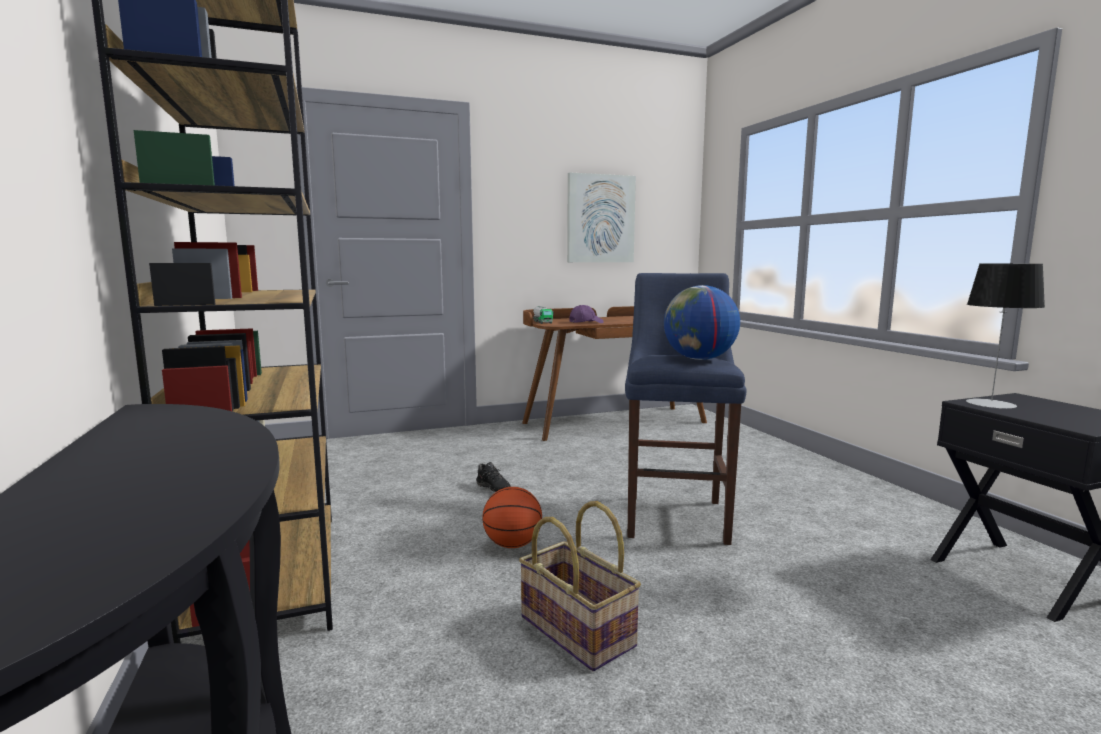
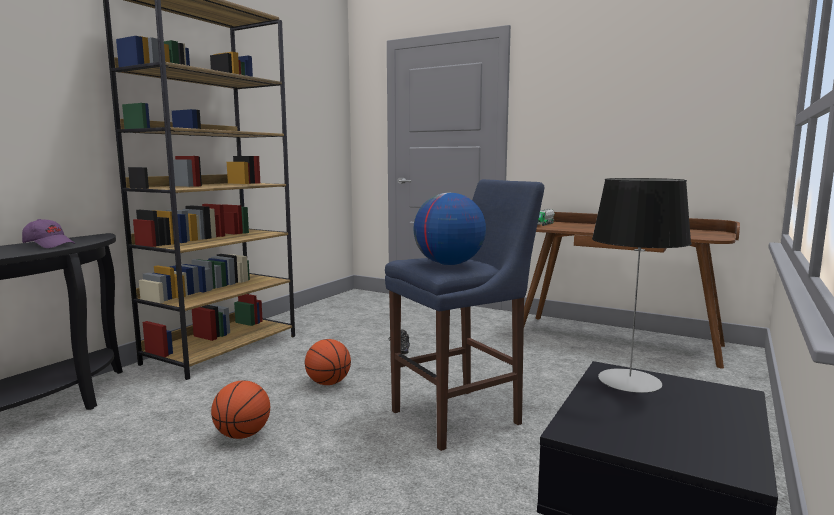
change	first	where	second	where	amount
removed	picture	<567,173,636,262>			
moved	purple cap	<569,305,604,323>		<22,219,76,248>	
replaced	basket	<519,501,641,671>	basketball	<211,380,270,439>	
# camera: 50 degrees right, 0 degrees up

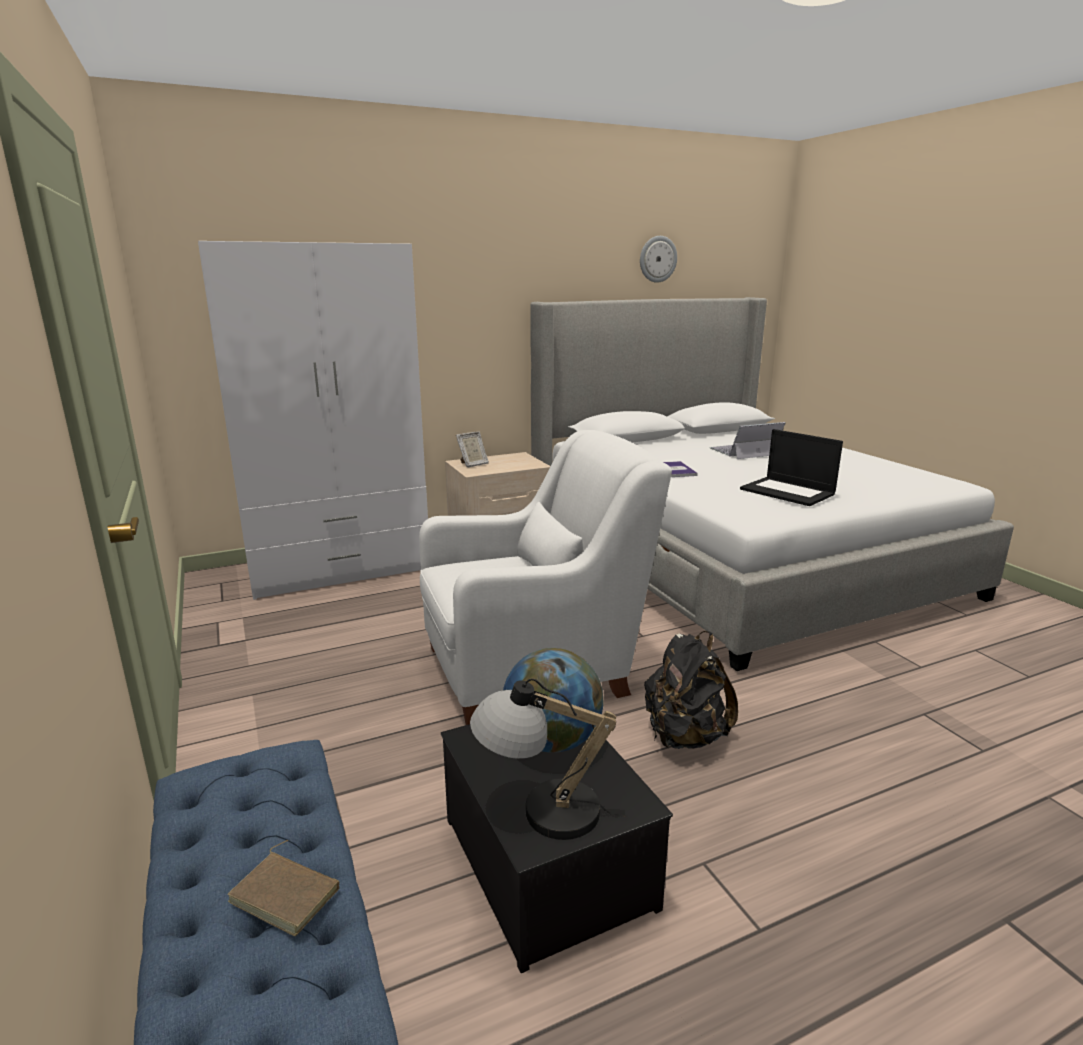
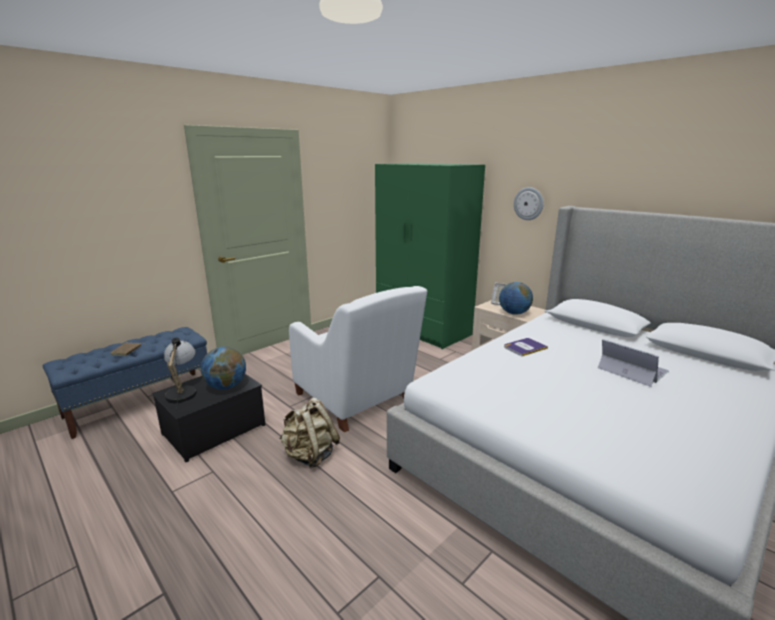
change	first	where	second	where	amount
removed	laptop	<740,429,843,506>			
added			globe	<499,282,533,315>	
moved	wall clock	<640,236,677,283>		<514,187,544,220>	
recoloured	white wardrobe	<198,241,428,600>	green wardrobe	<375,163,485,349>	
recoloured	black backpack	<644,631,738,749>	beige backpack	<279,397,340,469>	
# camera: 70 degrees right, 0 degrees up

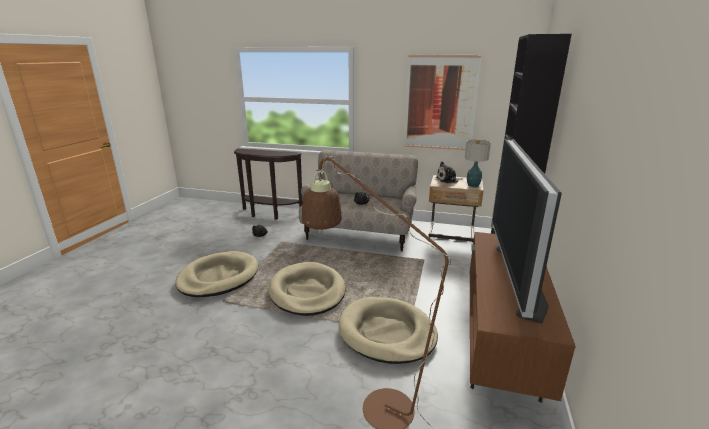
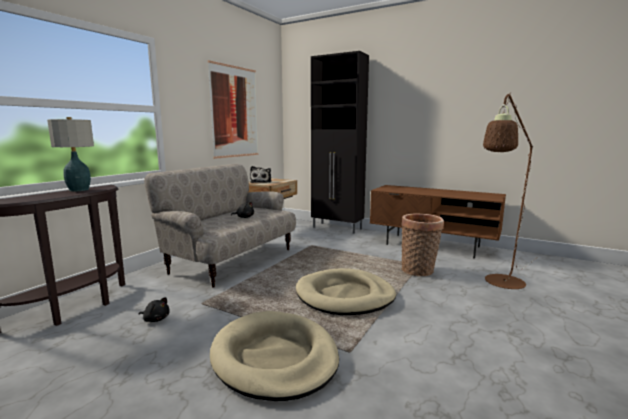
change	first	where	second	where	amount
removed	television	<492,139,562,323>			
moved	table lamp	<465,139,491,187>		<47,117,94,192>	
replaced	beige dog bed	<338,297,438,364>	basket	<401,214,444,276>	
# camera: 75 degrees left, 10 degrees down

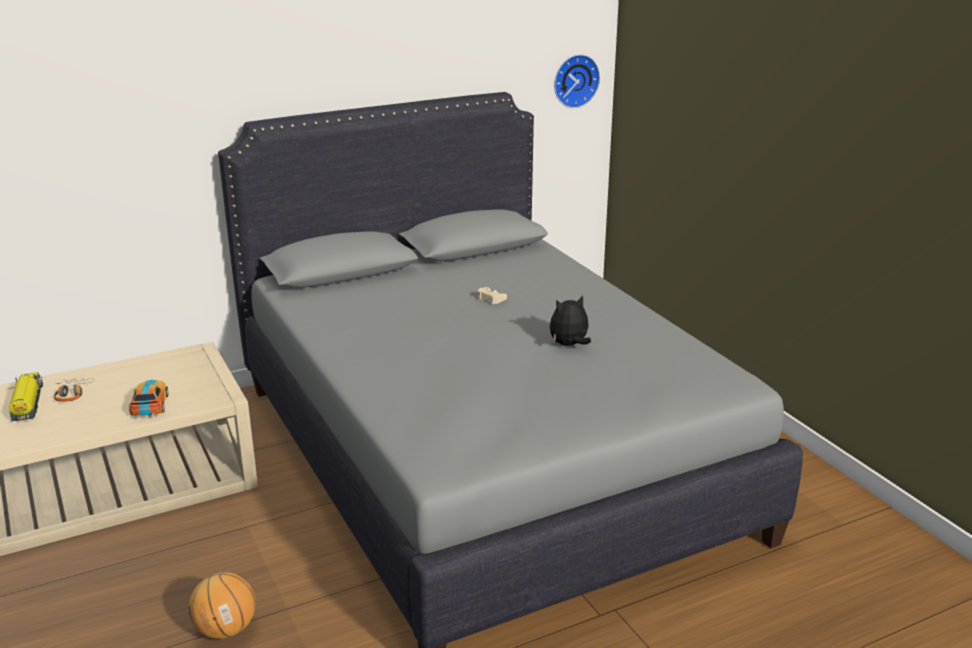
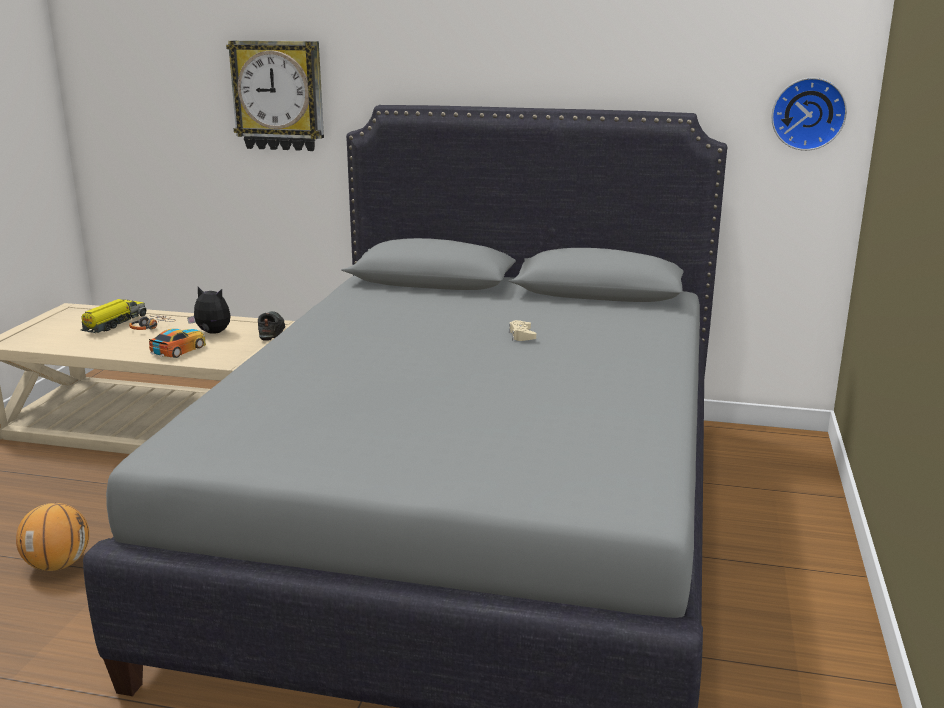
change	first	where	second	where	amount
added			wall clock	<226,40,324,151>	
added			black shoe	<258,311,285,341>	
moved	plush toy	<550,295,591,346>		<187,287,231,334>	
# camera: 40 degrees right, 5 degrees down

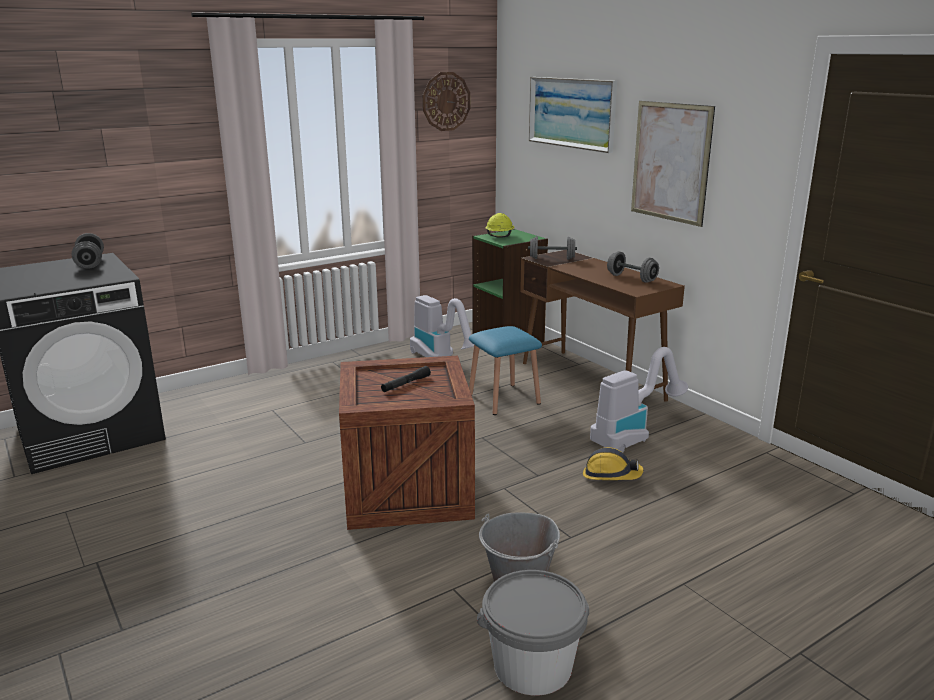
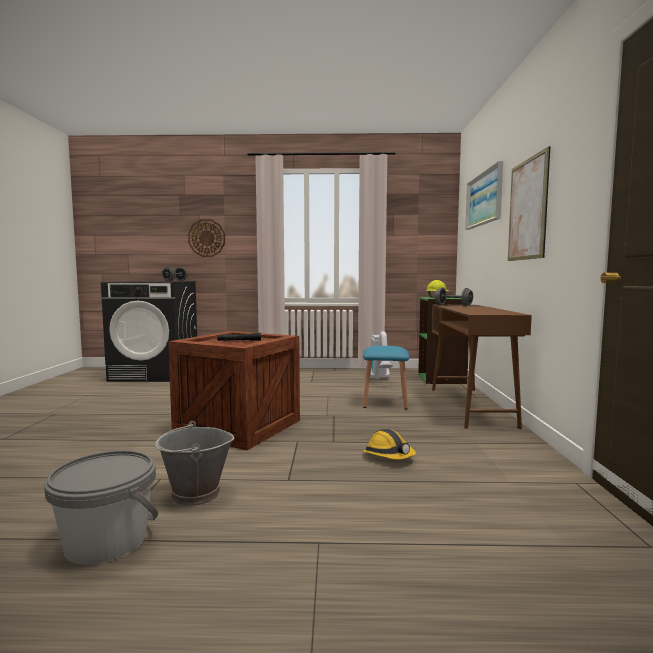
change	first	where	second	where	amount
removed	vacuum cleaner	<590,347,688,452>			
removed	grey dumbbell	<607,252,659,283>			
moved	wall clock	<423,72,470,131>		<188,219,225,257>	
# camera: 35 degrees right, 15 degrees down

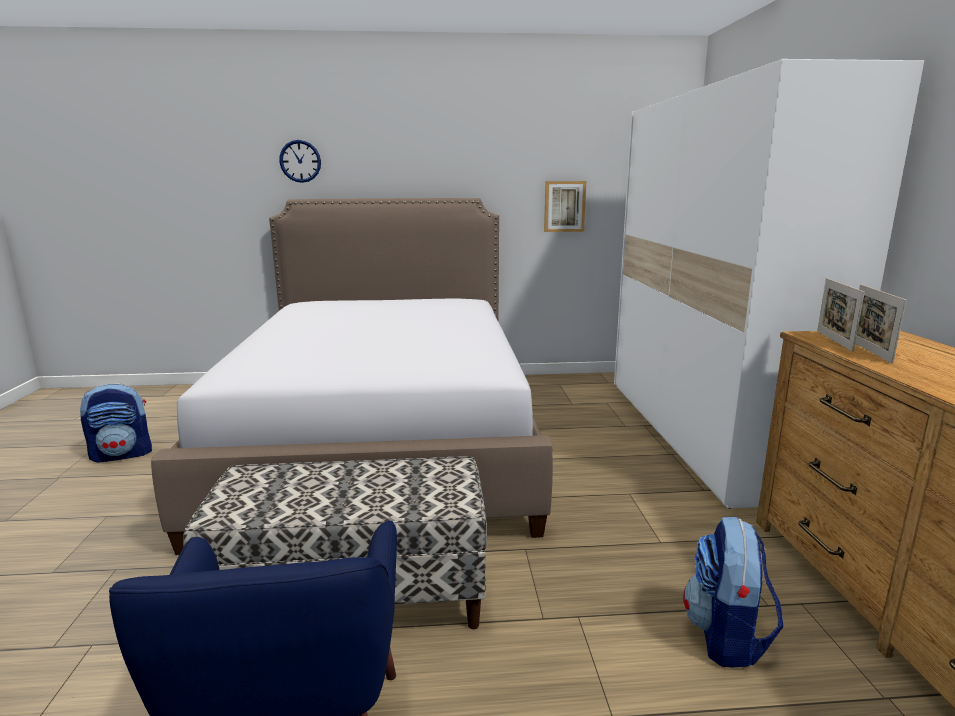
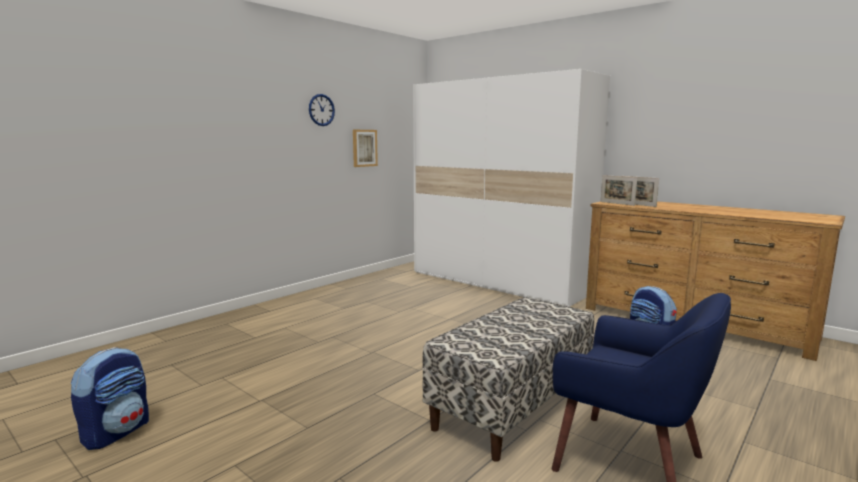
change	first	where	second	where	amount
removed	bed	<151,198,553,555>			
moved	wall clock	<279,140,321,183>		<309,94,335,126>	
# camera: 45 degrees left, 5 degrees down

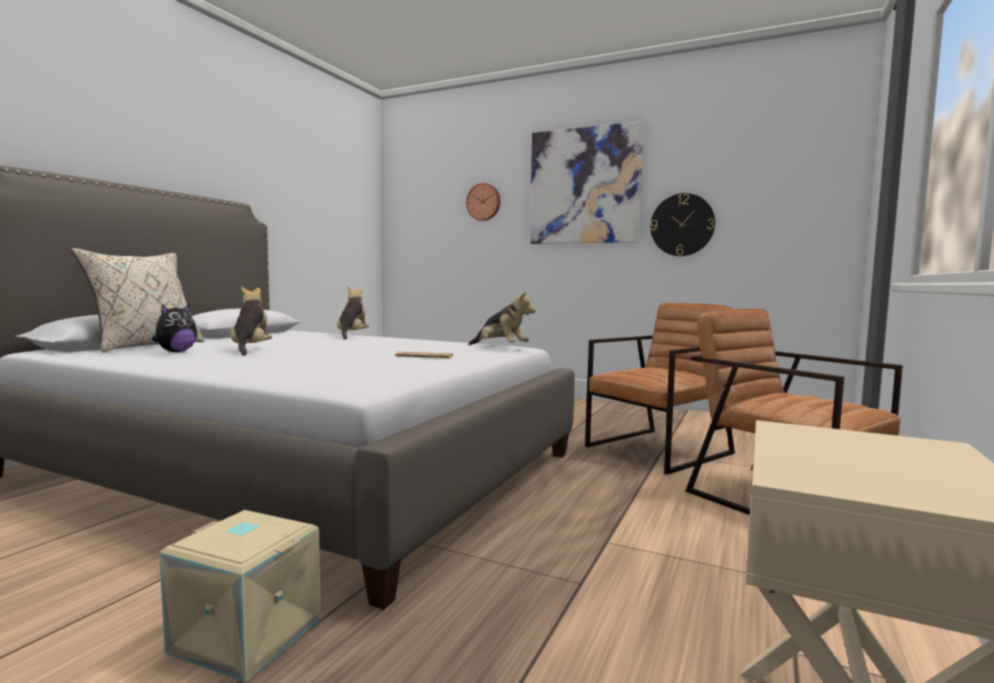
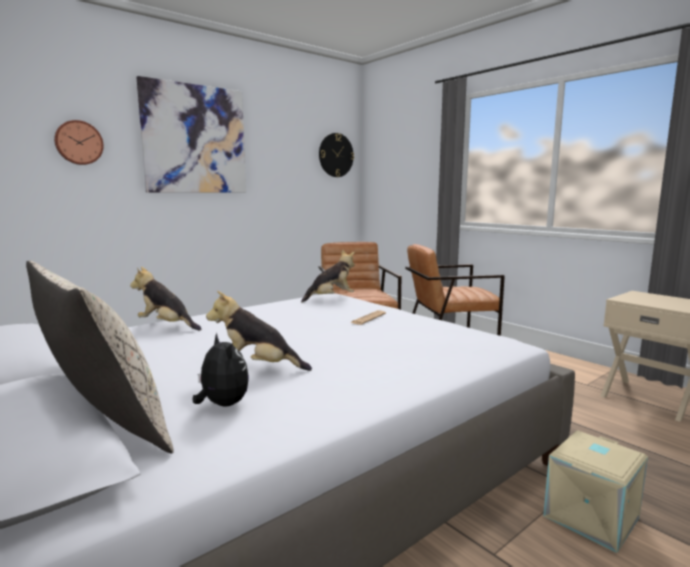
change	first	where	second	where	amount
moved	wall clock	<650,193,715,256>		<319,133,354,177>	
# camera: 65 degrees left, 5 degrees up

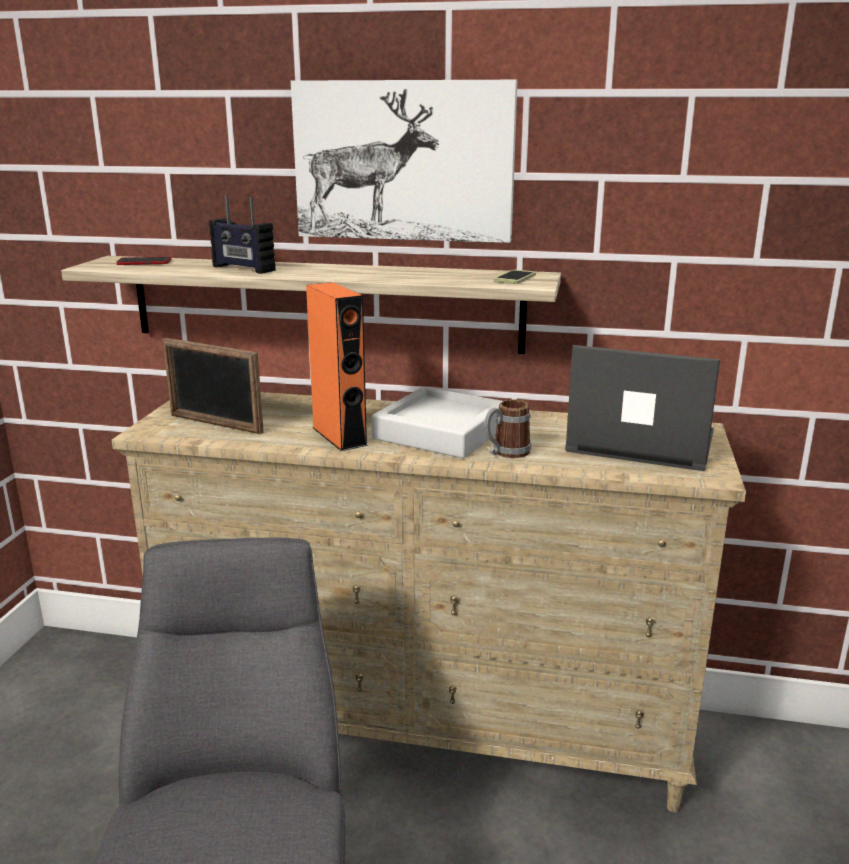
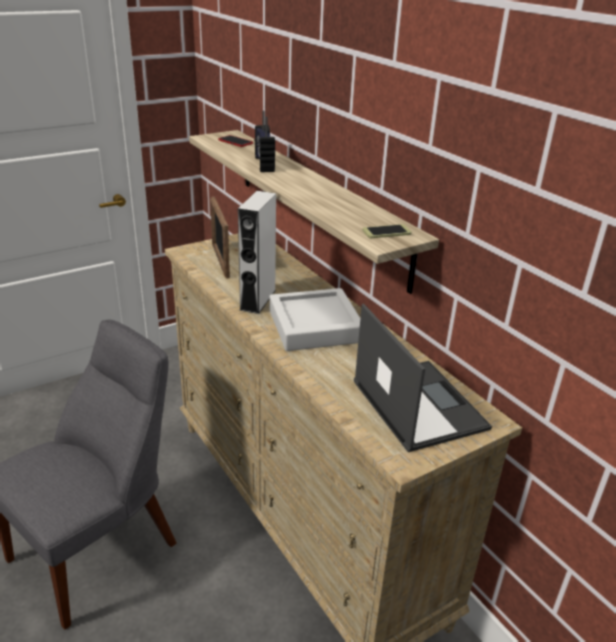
change	first	where	second	where	amount
removed	picture	<291,80,518,243>			
removed	mug	<484,399,531,458>			
recoloured	orange speaker	<306,282,368,451>	grey speaker	<238,191,276,314>	
# camera: 45 degrees right, 10 degrees up

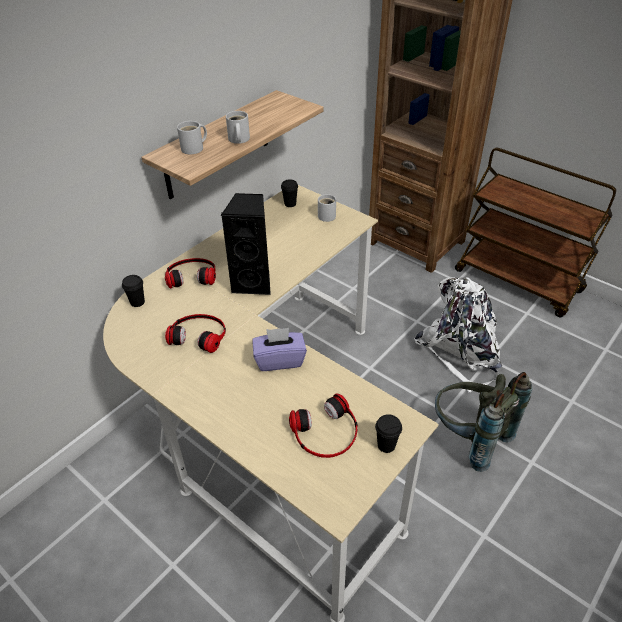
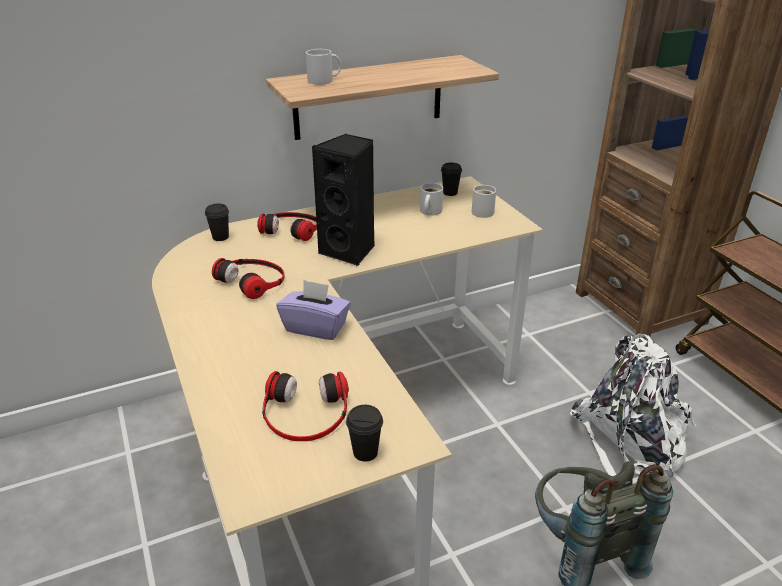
change	first	where	second	where	amount
moved	white mug	<226,111,250,144>		<420,183,443,216>	
# camera: 25 degrees right, 10 degrees down

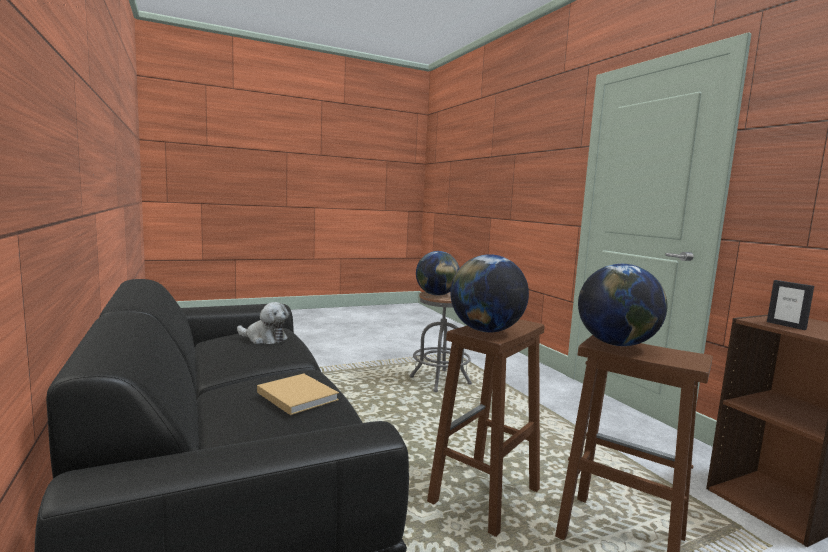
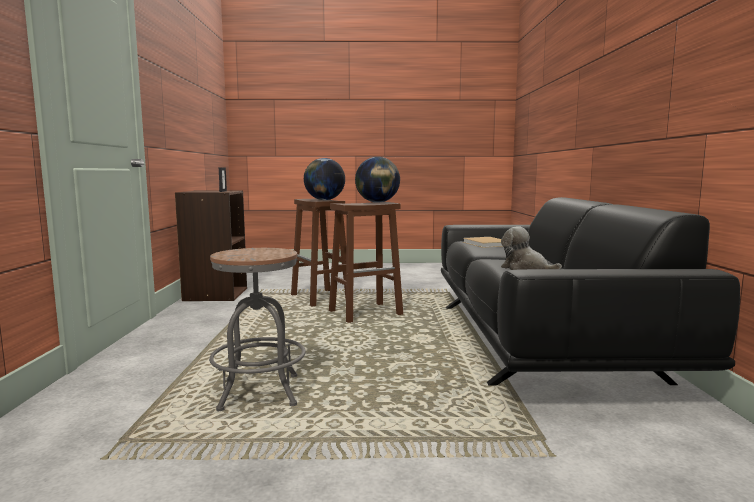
change	first	where	second	where	amount
removed	globe	<416,251,460,296>			
# camera: 155 degrees left, 0 degrees up

